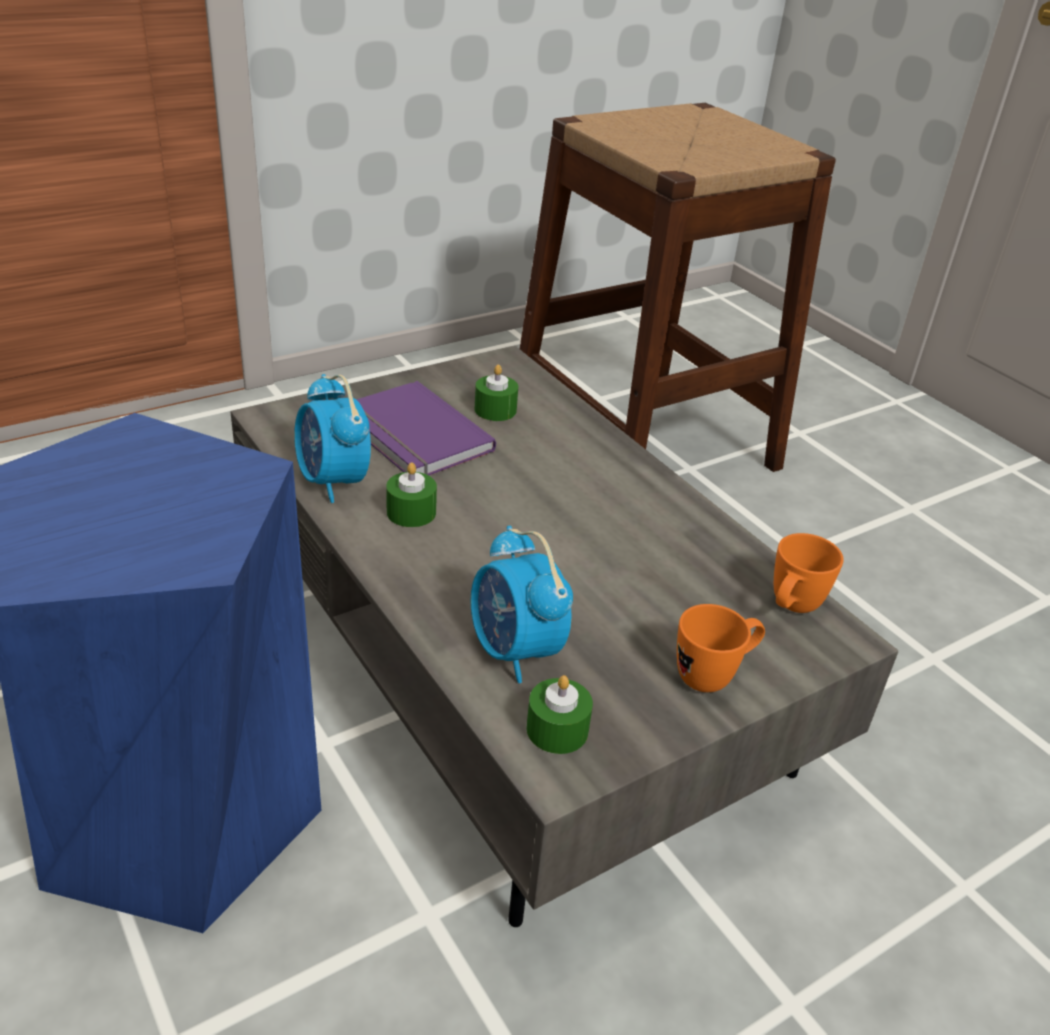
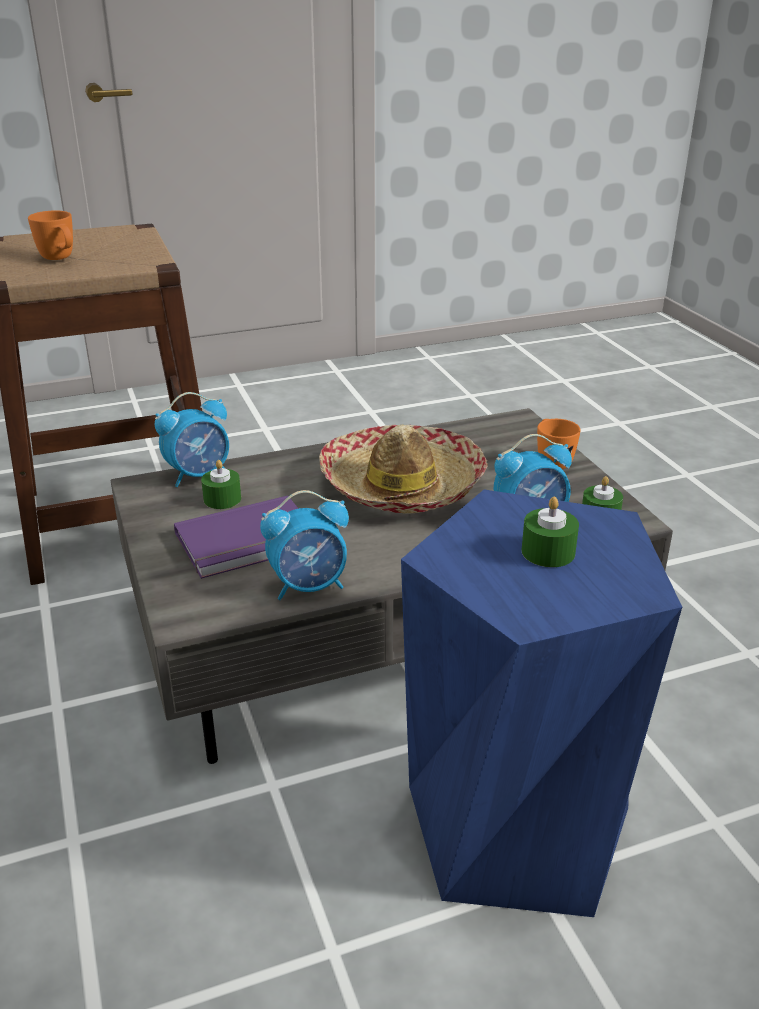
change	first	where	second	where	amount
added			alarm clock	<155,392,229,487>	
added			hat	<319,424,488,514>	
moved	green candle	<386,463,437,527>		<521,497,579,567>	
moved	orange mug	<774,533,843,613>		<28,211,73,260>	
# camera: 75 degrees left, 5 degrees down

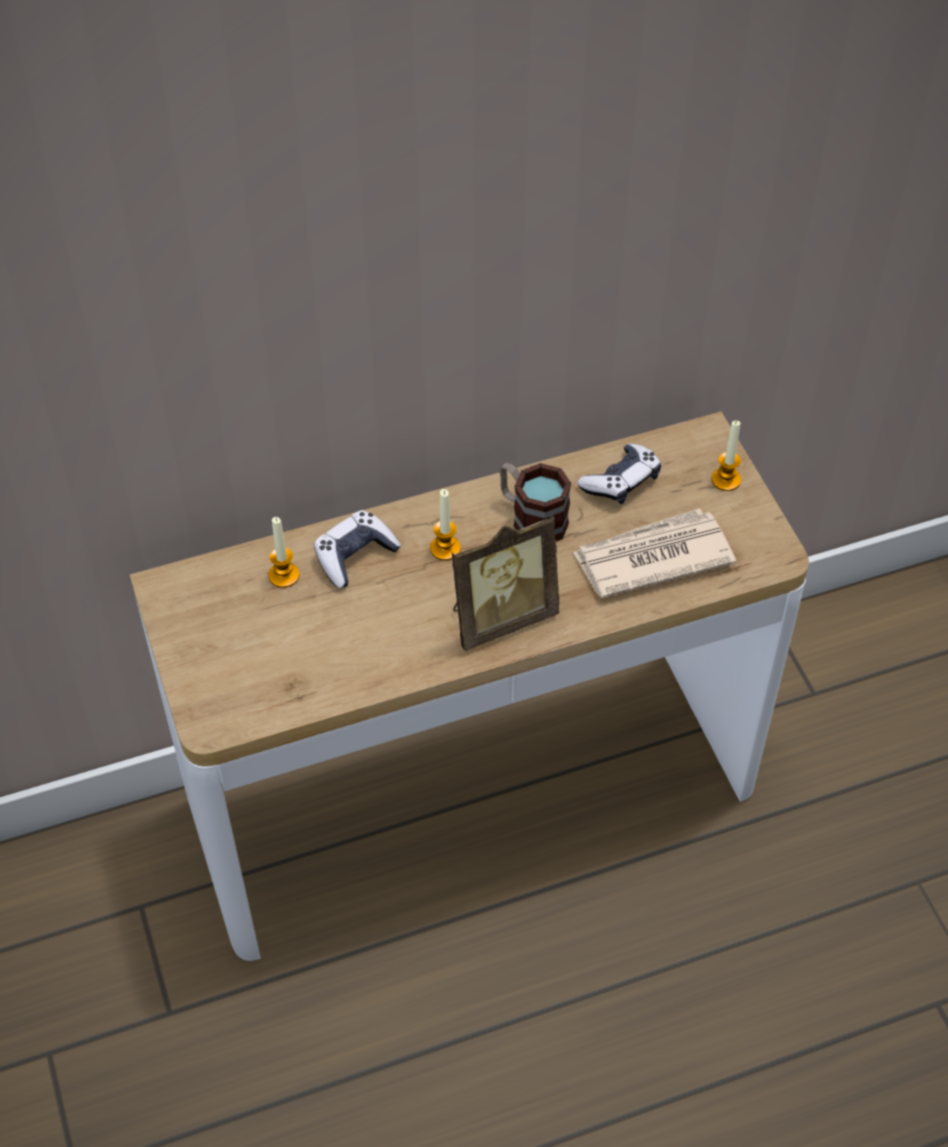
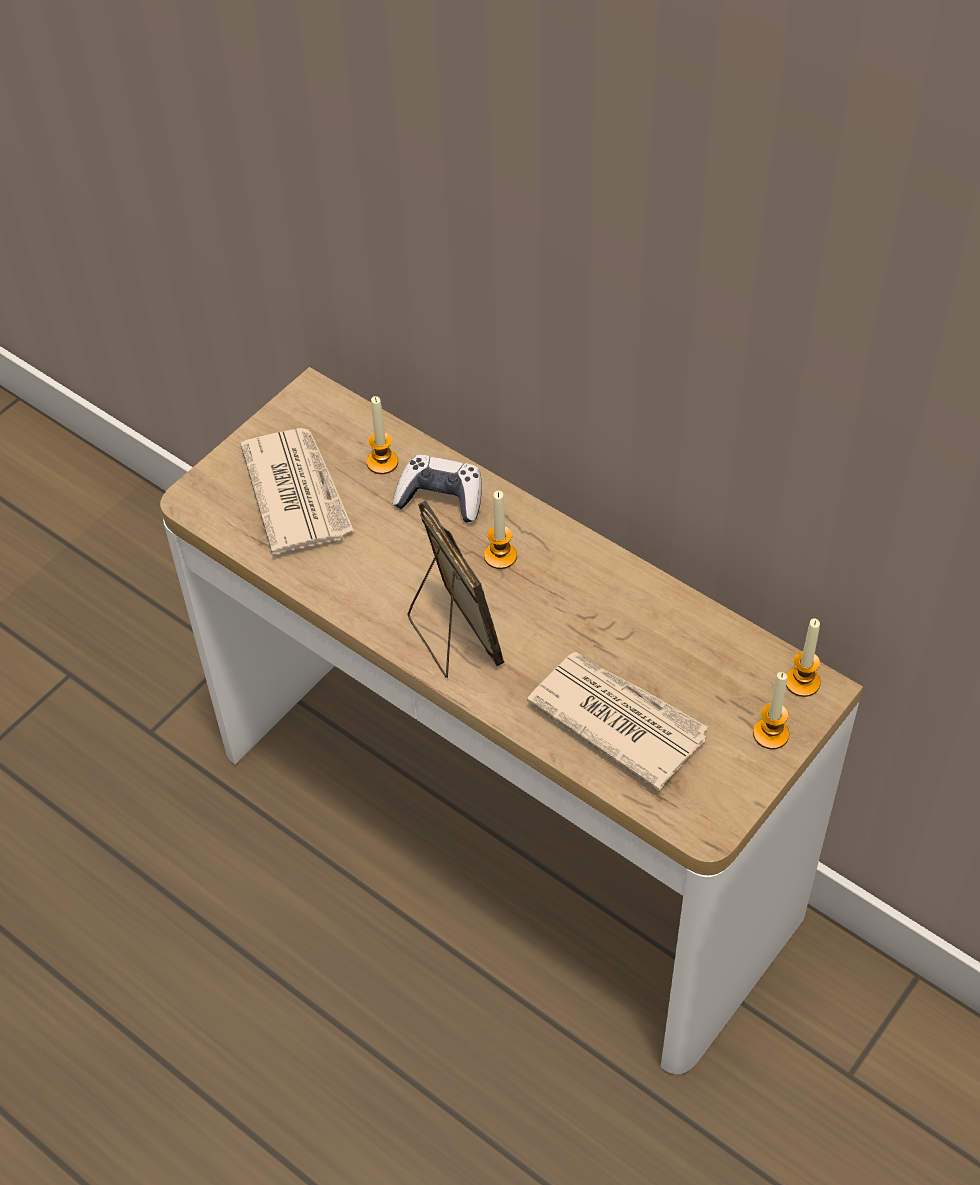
change	first	where	second	where	amount
removed	mug	<500,463,571,541>			
removed	game controller	<577,443,661,504>			
added			newspaper	<240,428,354,554>	
added			candle	<786,619,821,697>	
turned	picture frame	<452,514,559,651>		<408,501,504,678>	150 degrees counterclockwise
# camera: 60 degrees right, 0 degrees up

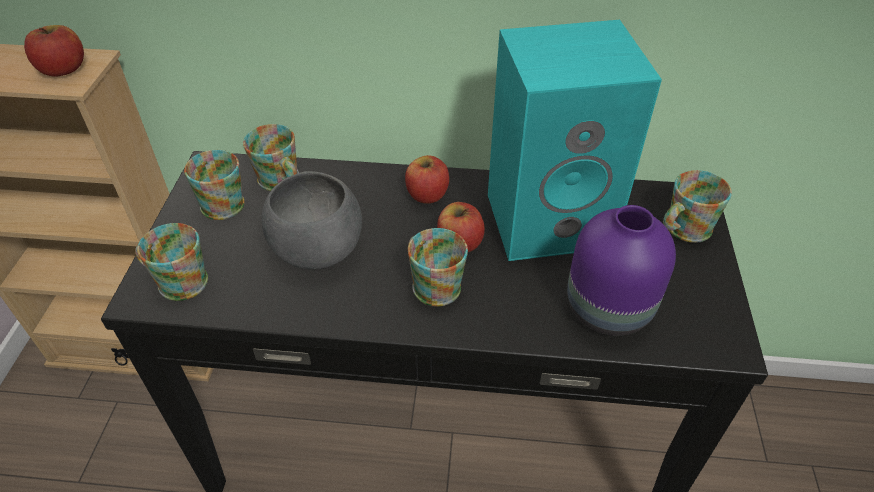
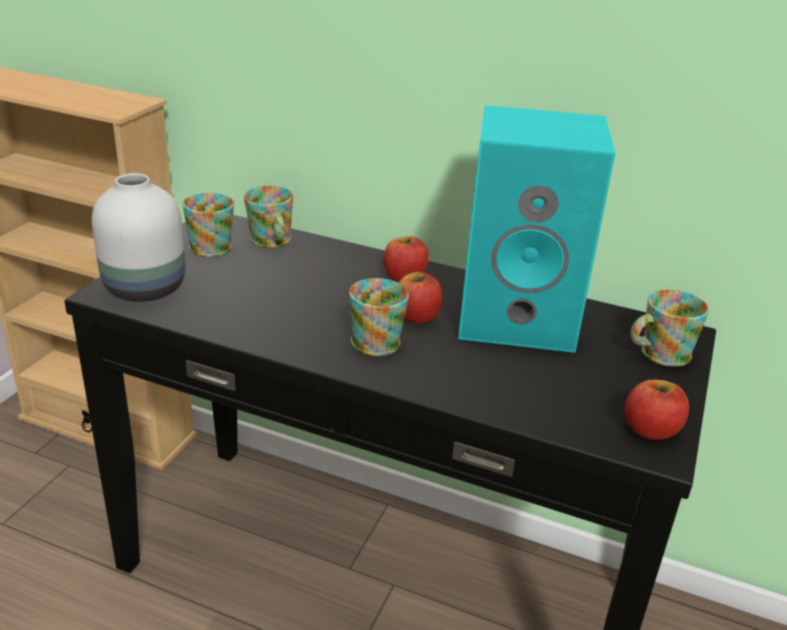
change	first	where	second	where	amount
removed	grey bowl	<261,171,362,270>			
removed	purple vase	<567,205,676,336>			
moved	apple	<24,25,84,77>		<625,379,689,440>	
replaced	mug	<135,223,208,301>	white vase	<92,173,185,302>	
# camera: 15 degrees right, 15 degrees down

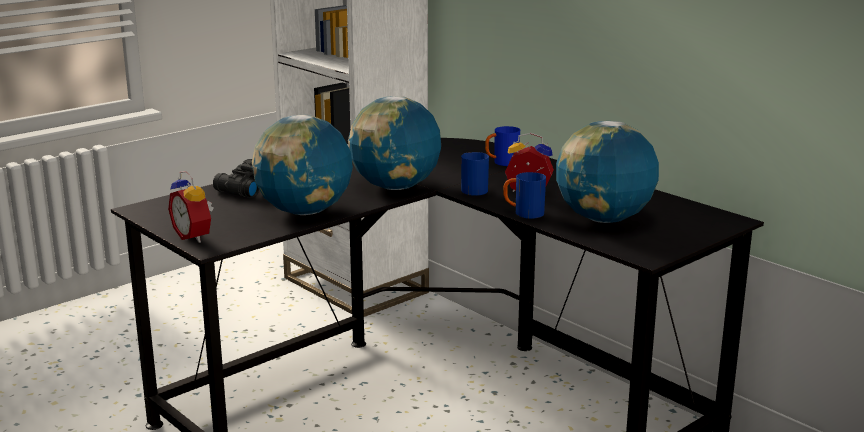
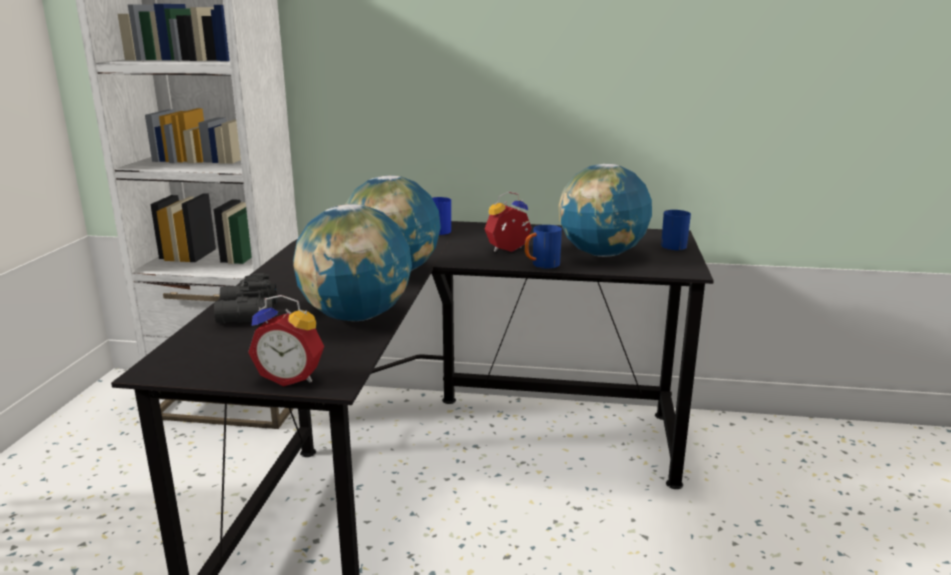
change	first	where	second	where	amount
moved	blue mug	<461,152,489,196>		<661,210,691,250>	
# camera: 40 degrees left, 0 degrees up

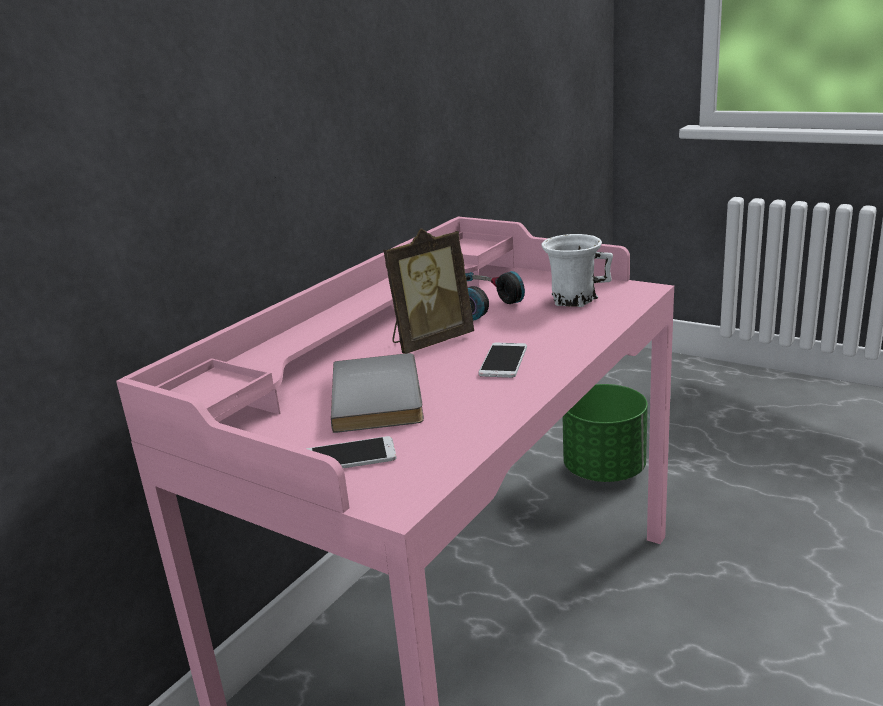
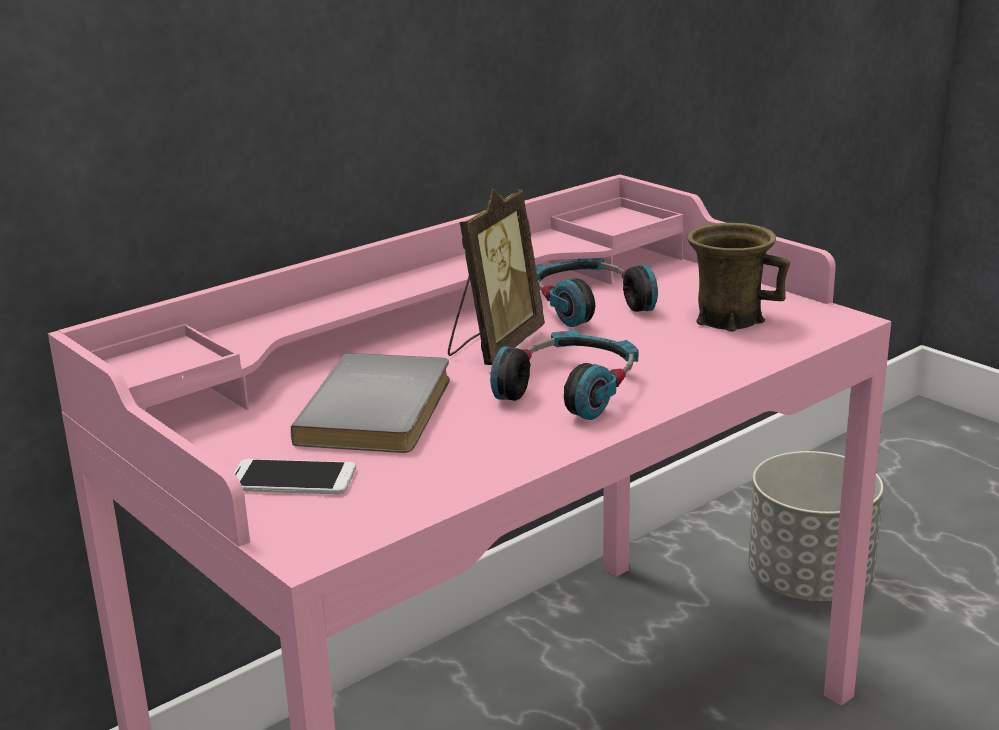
change	first	where	second	where	amount
replaced	phone	<478,343,527,378>	headphones	<490,331,638,420>	
recoloured	white mug	<542,234,613,307>	brown mug	<687,223,790,331>	
recoloured	green planter	<563,384,648,482>	grey planter	<748,451,883,602>	
turned	picture frame	<383,228,474,354>		<448,188,545,365>	45 degrees counterclockwise
# camera: 15 degrees right, 0 degrees up

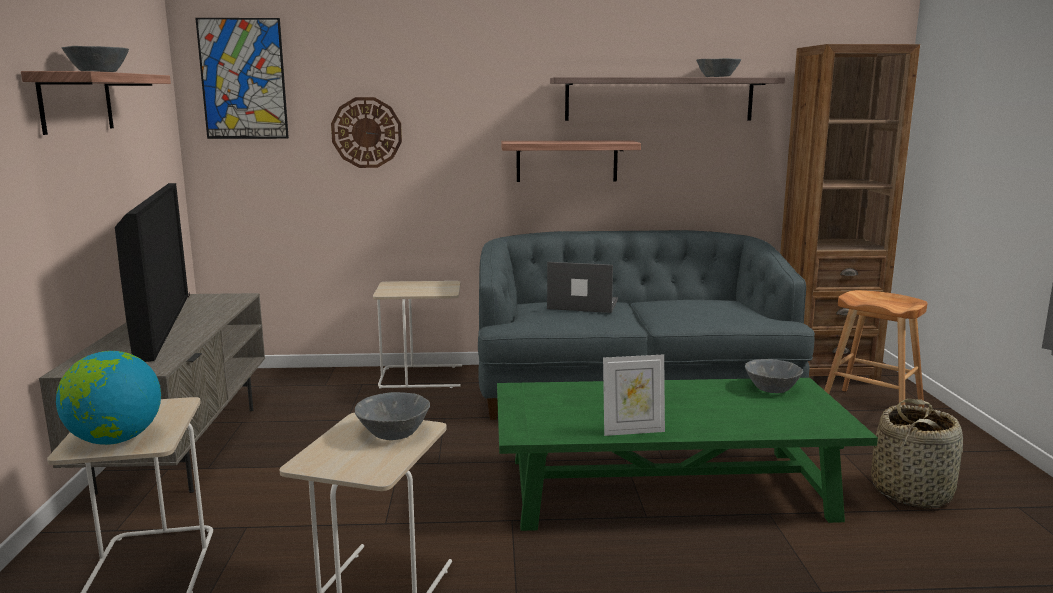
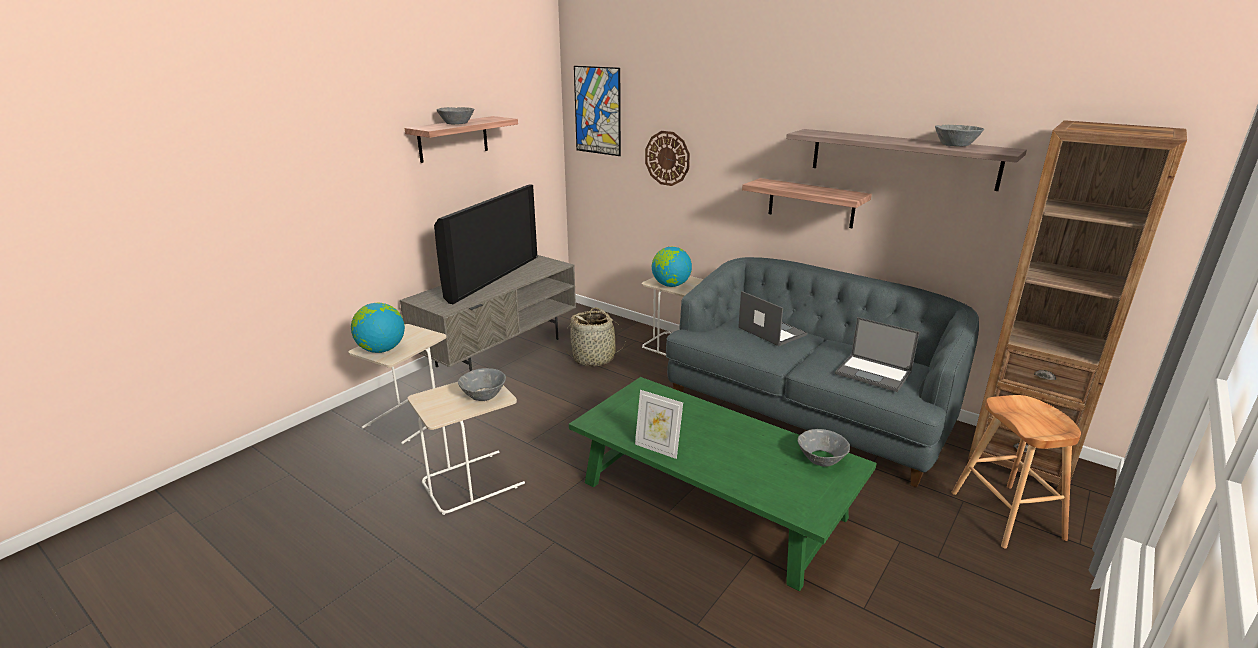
change	first	where	second	where	amount
added			globe	<652,247,692,287>	
added			laptop	<835,317,919,392>	
moved	basket	<871,399,963,509>		<566,307,626,366>	
# camera: 40 degrees right, 10 degrees up

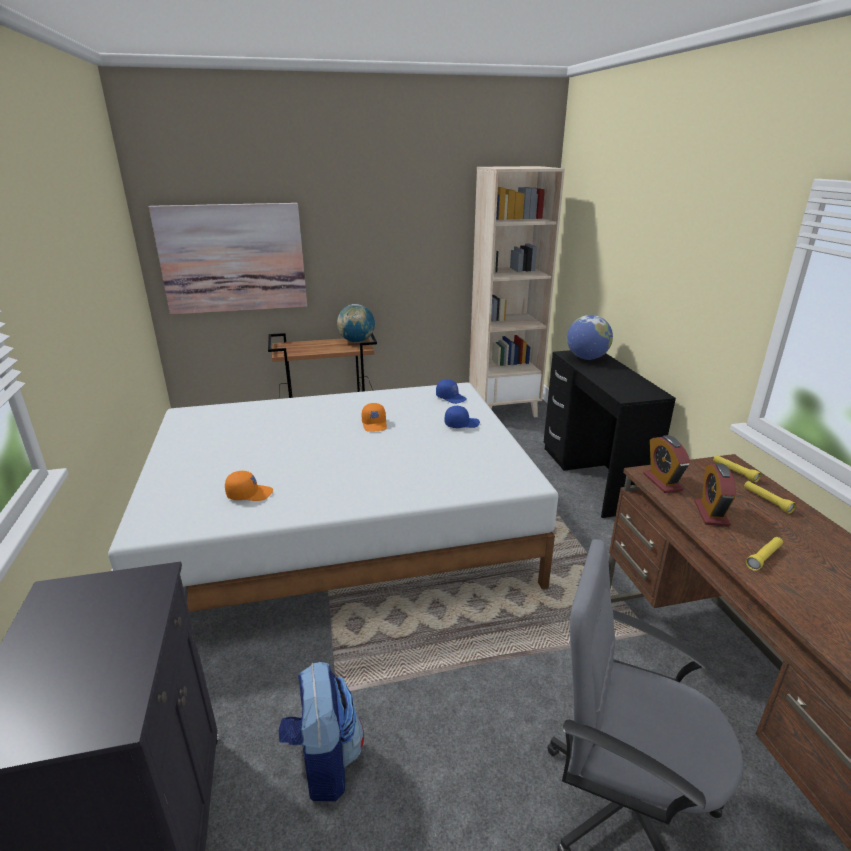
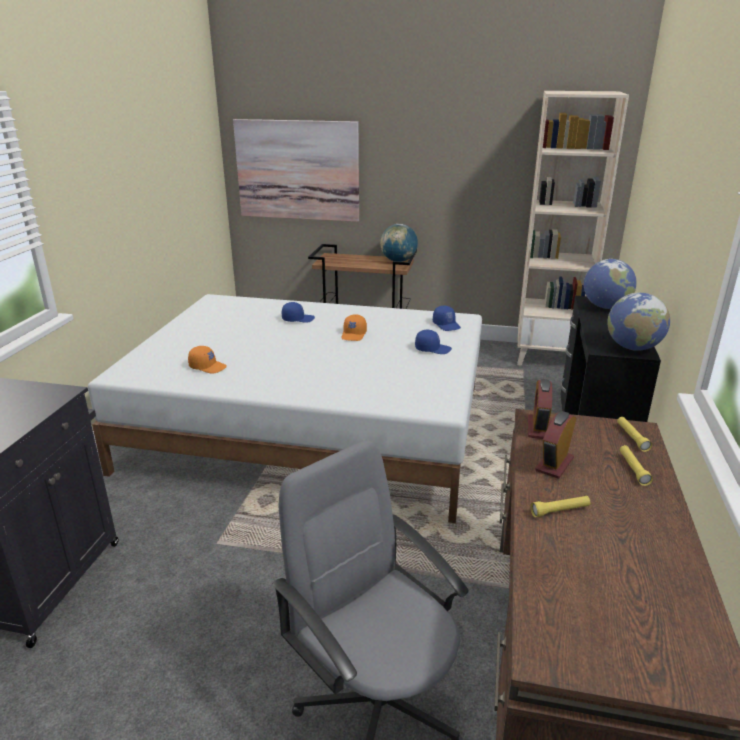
change	first	where	second	where	amount
removed	backpack	<278,662,364,802>			
added			blue cap	<282,302,315,323>	
added			globe	<607,293,670,351>	
# camera: 25 degrees right, 0 degrees up

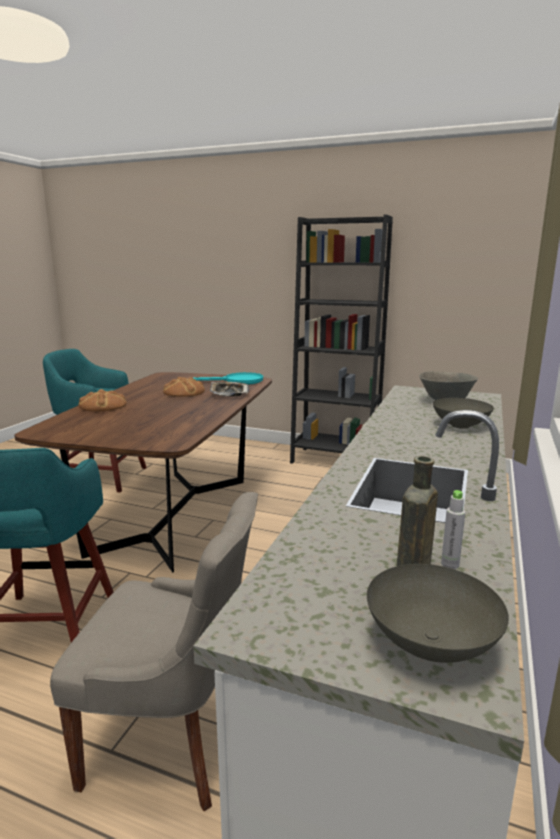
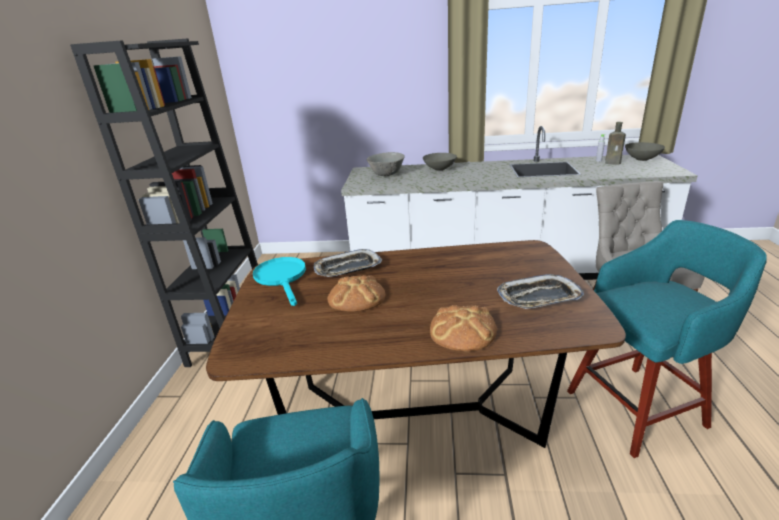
change	first	where	second	where	amount
added			tray	<497,274,584,309>	
# camera: 105 degrees left, 10 degrees up

